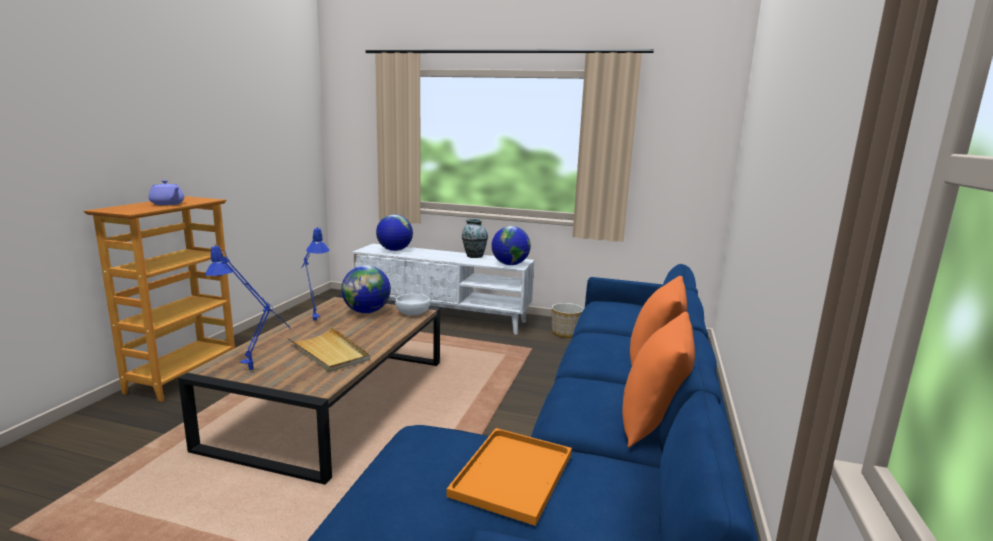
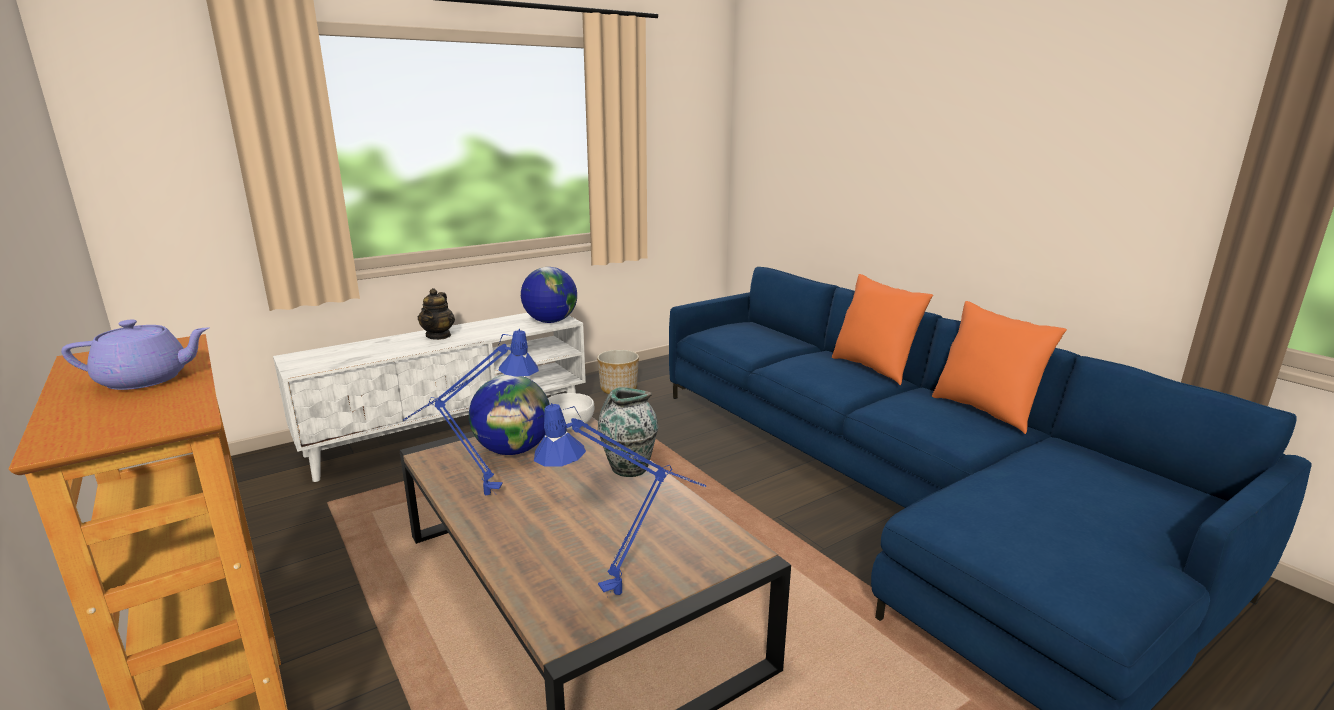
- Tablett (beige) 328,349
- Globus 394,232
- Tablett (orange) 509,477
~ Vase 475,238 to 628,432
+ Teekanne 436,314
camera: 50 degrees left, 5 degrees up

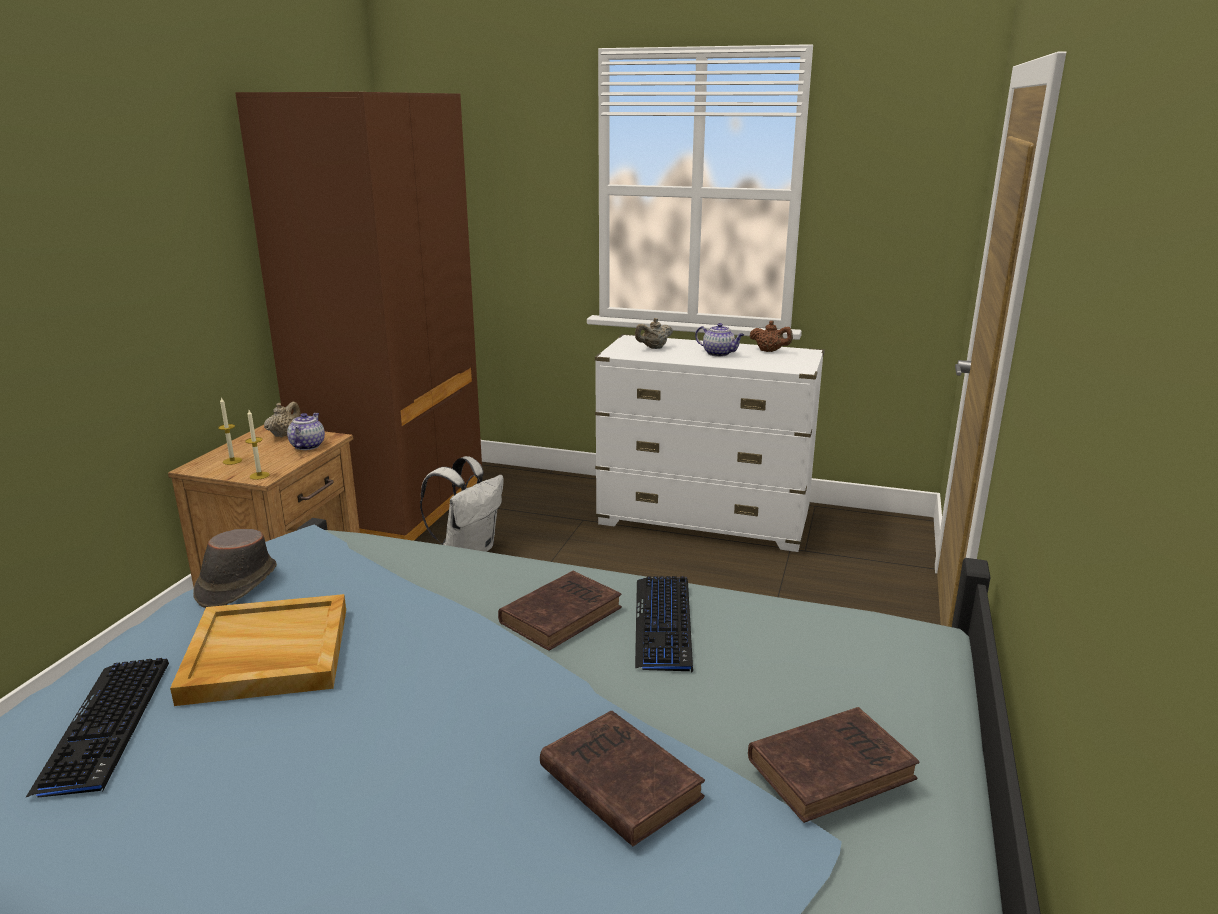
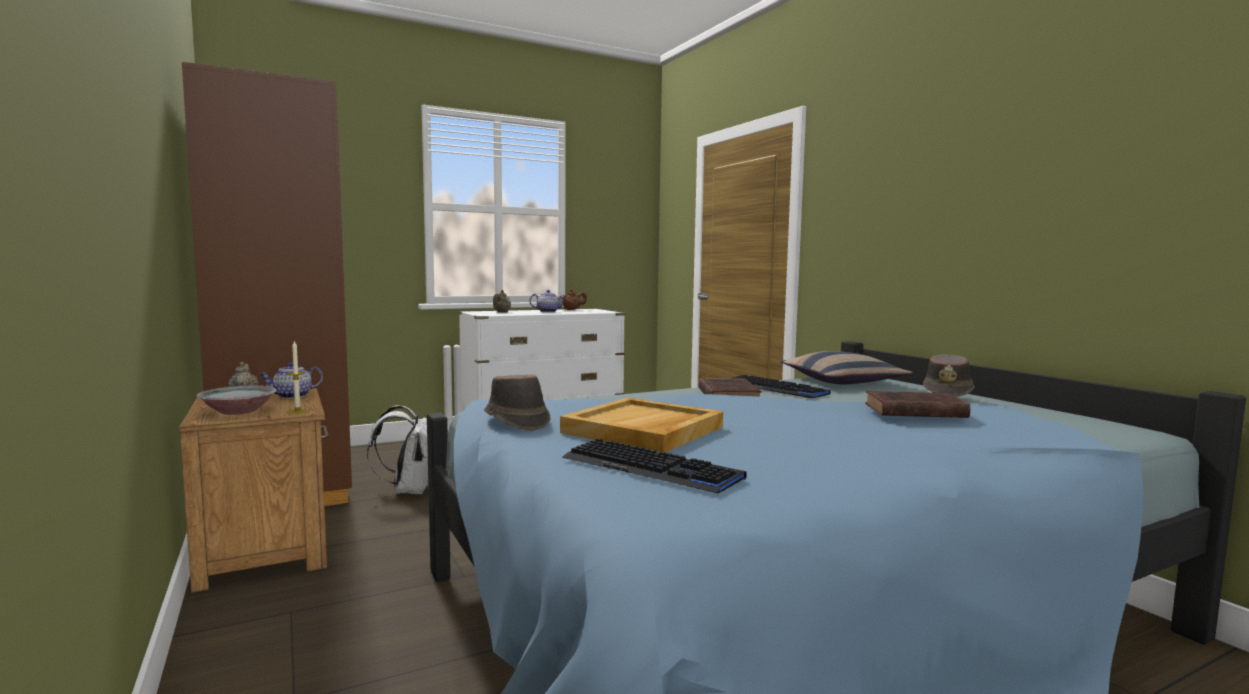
~ Kerze 230,431 to Schüssel 236,400
~ Teekanne 306,431 = 291,380 90 degrees counterclockwise
~ Buch (braun) 834,765 to Hut (braun) 949,375
+ Kissen 846,367
camera: 45 degrees left, 15 degrees down

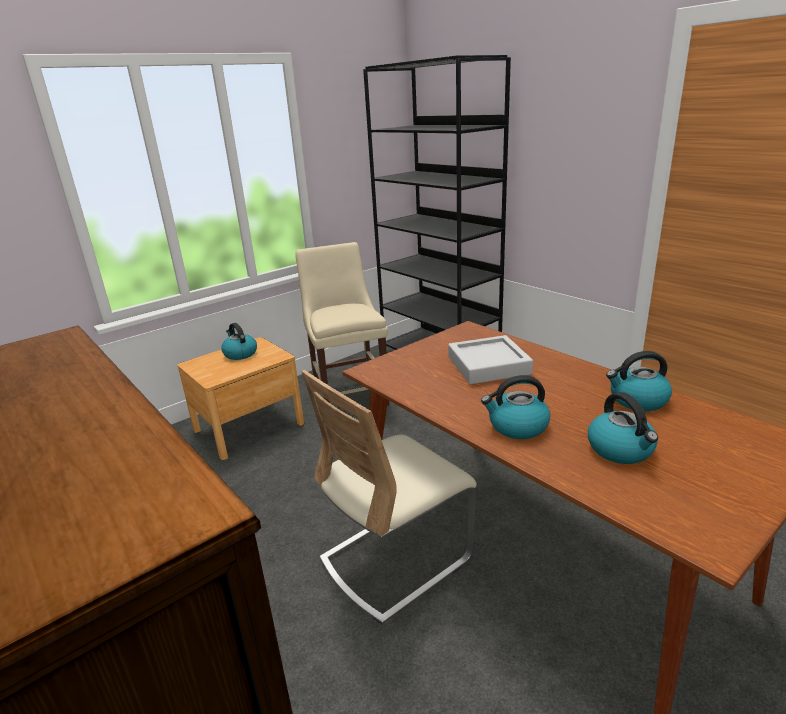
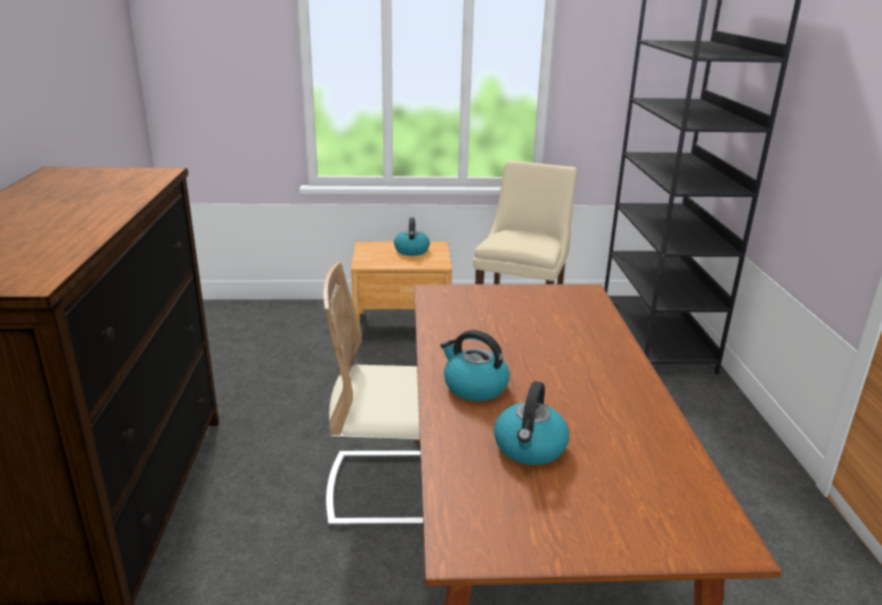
- Tablett (grau) 490,359
- Wasserkessel 639,381
camera: 35 degrees right, 0 degrees up

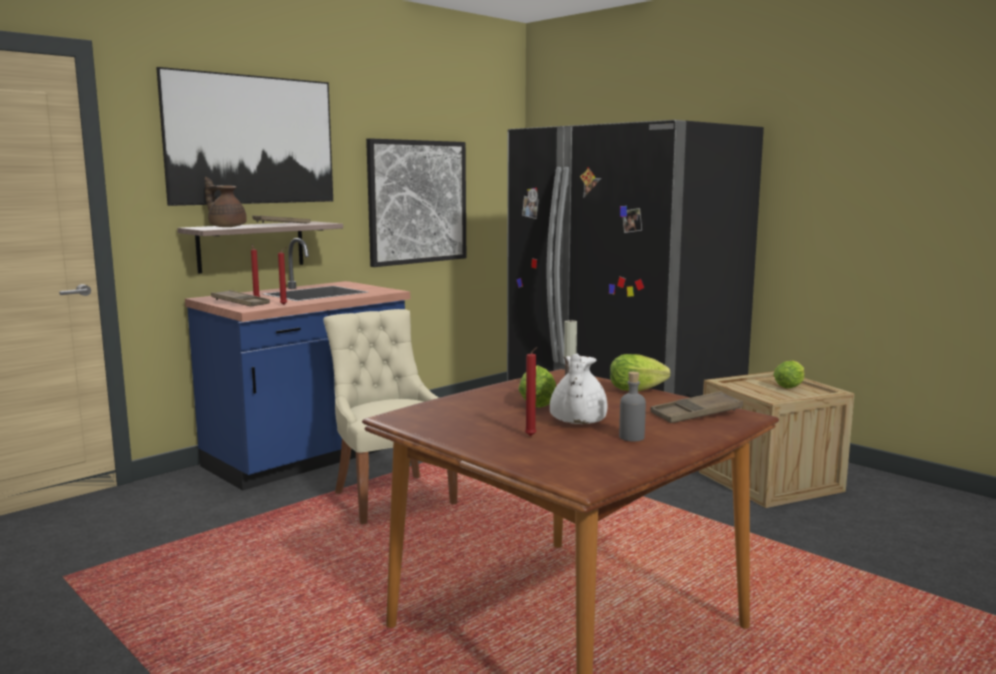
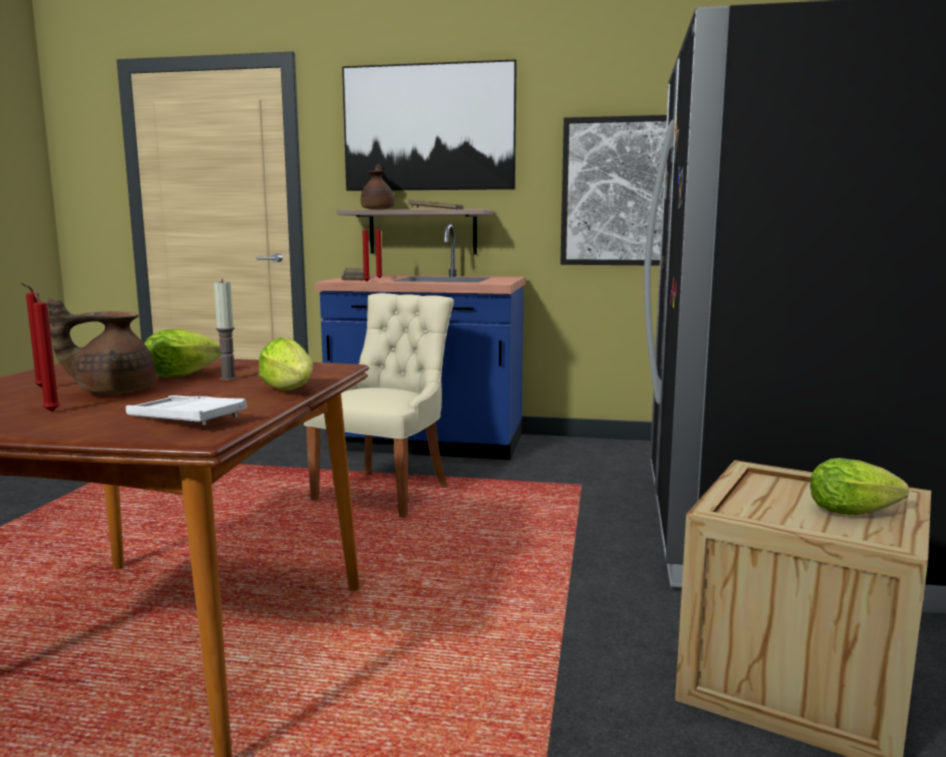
~ Teekanne (weiß) 579,389 to Teekanne (braun) 101,346
~ Flasche (grau) 632,406 to Kerze (rot) 46,351
~ Tablett (braun) 697,407 to Tablett (weiß) 186,410
camera: 55 degrees right, 0 degrees up

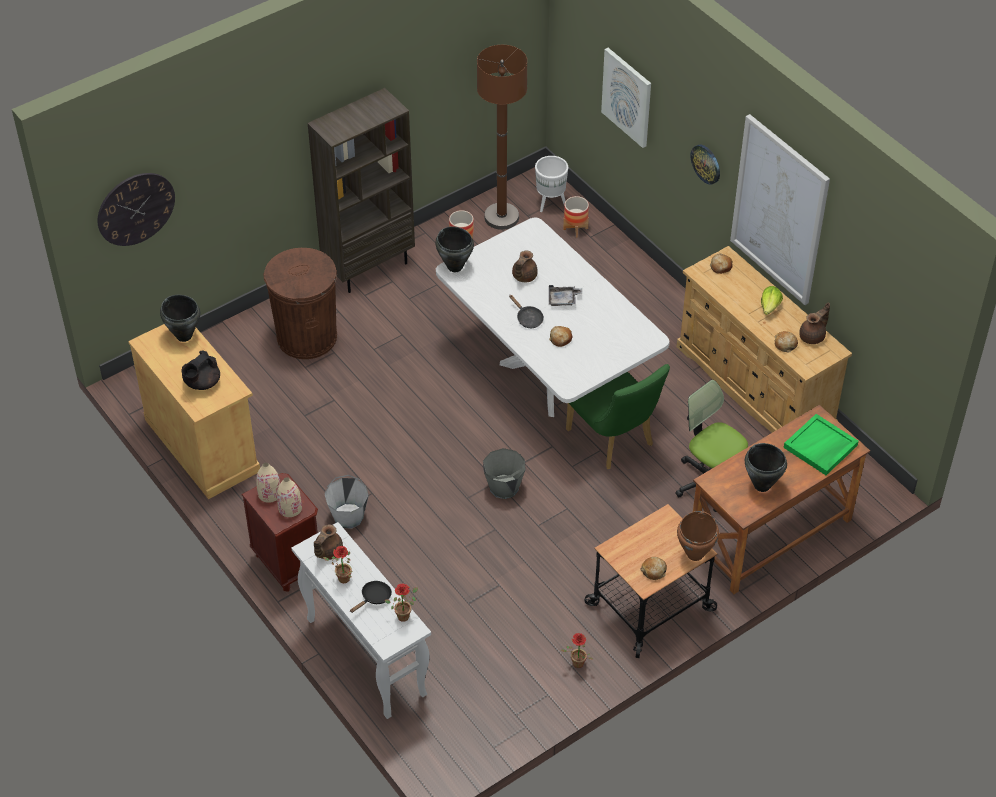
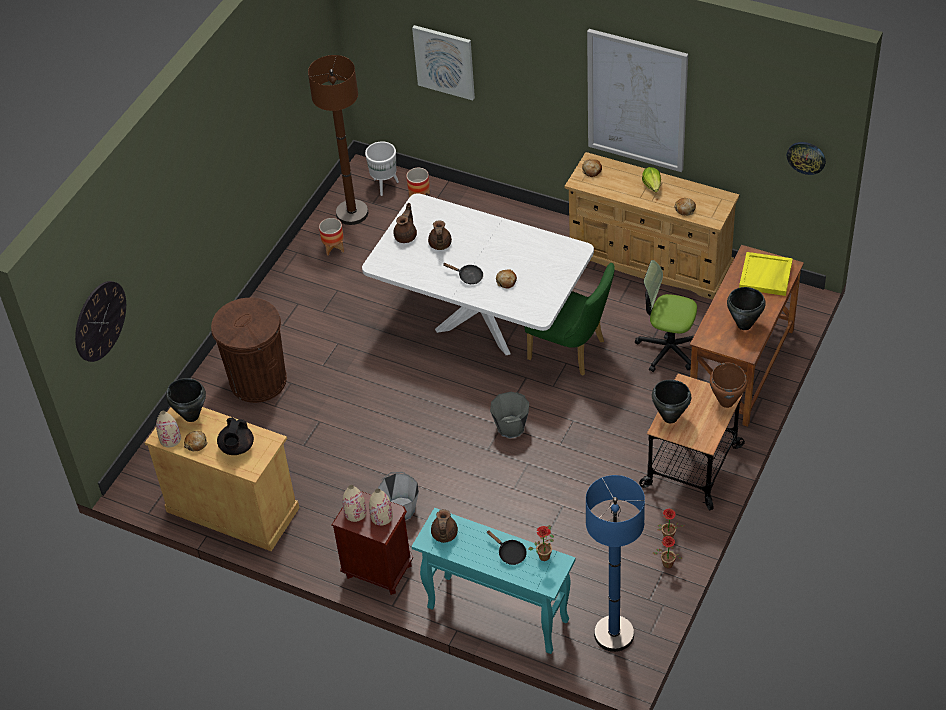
~ Konsolentisch (weiß) 361,620 to Konsolentisch (türkis) 494,581
- Bücherregal (braun) 361,190
~ Topfpflanze 338,564 to 667,552
~ Pfanne (schwarz) 371,597 = 507,547 120 degrees clockwise
~ Kochtopf (schwarz) 454,249 to 671,401
- Tablett (grau) 565,295
~ Brot 653,568 to 196,441
~ Wanduhr 705,165 to 806,158
~ Tablett (grün) 821,444 to Tablett (gelb) 766,274
~ Teekanne (braun) 814,323 to 405,223
+ Vase (beige) 168,429
+ Stehlampe (blau) 615,563
camera: 25 degrees left, 0 degrees up

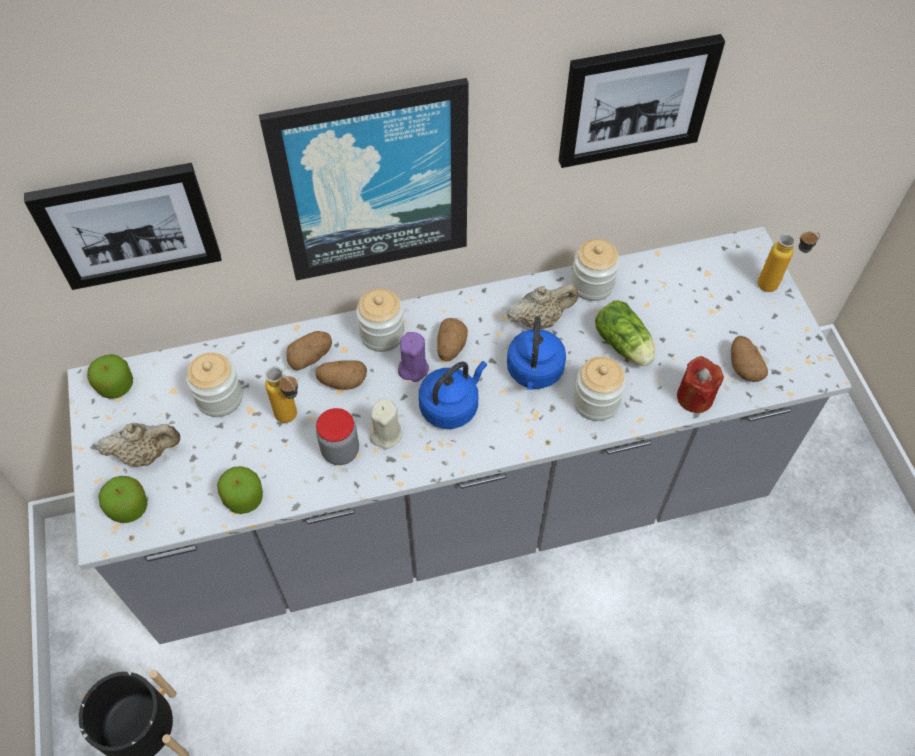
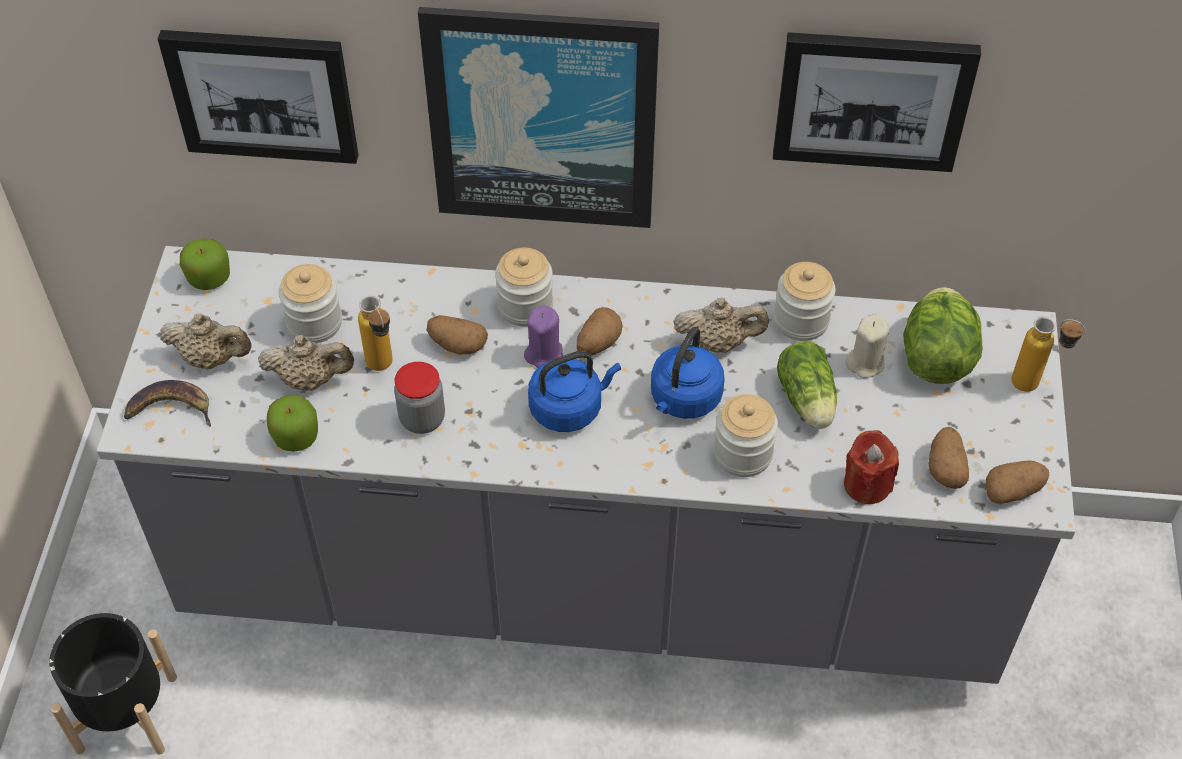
~ Apfel 123,499 to Banane 167,403
~ Kartoffel 309,350 to 1017,482
~ Kerze (beige) 386,423 to 867,346
+ Teekanne (beige) 306,363
+ Salatkopf 942,335
camera: 20 degrees right, 5 degrees down

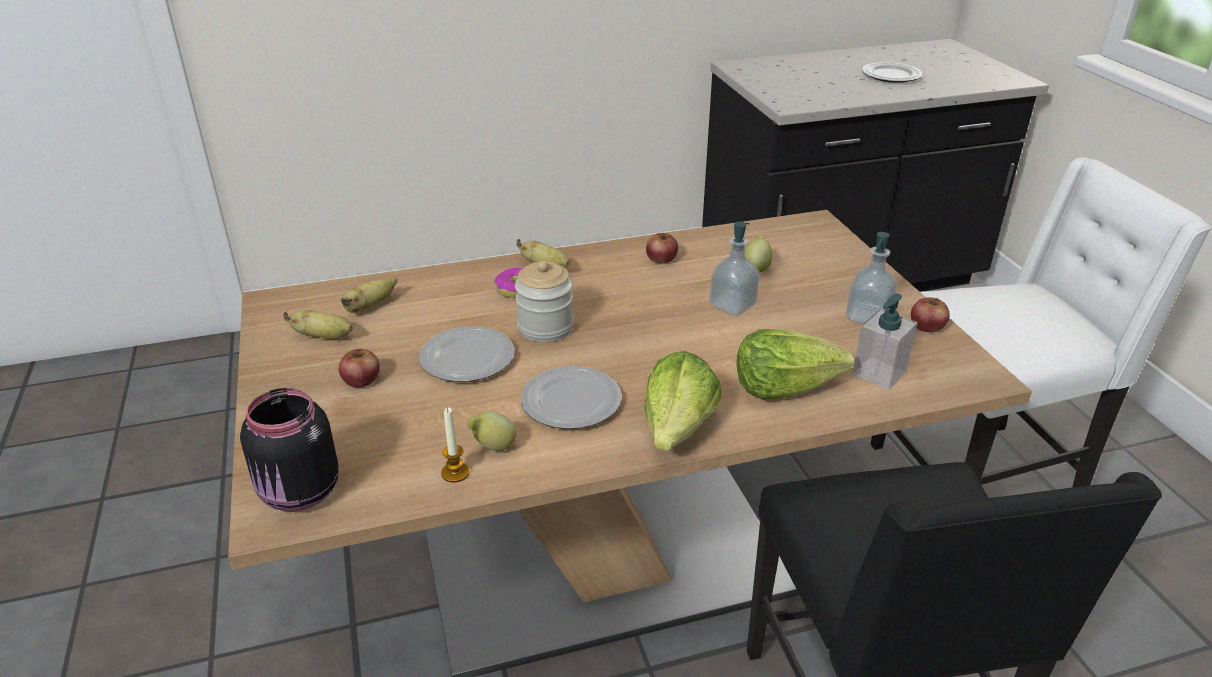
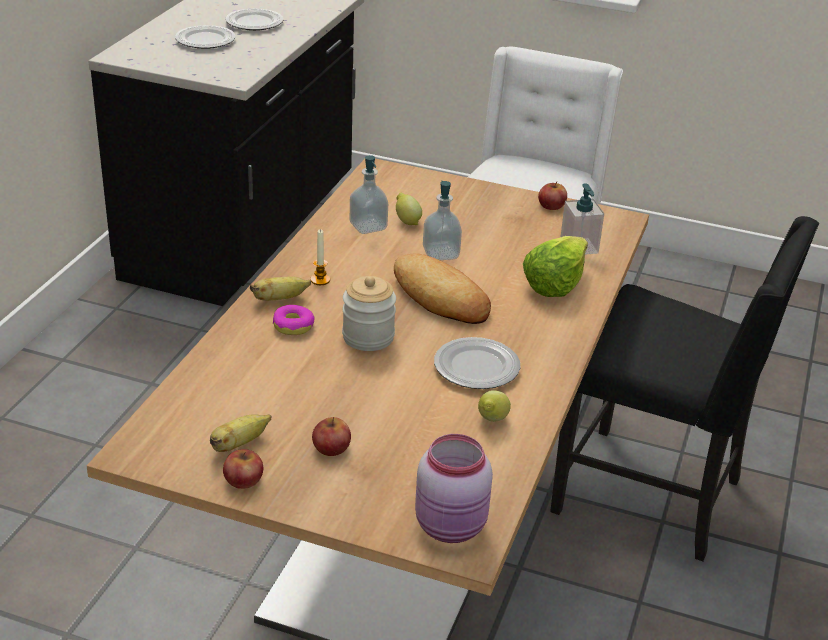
~ Vorratsglas (schwarz) 289,450 to Vorratsglas (rosa) 454,488
- Banane 369,295
~ Teller 467,354 to 205,37
~ Kerze 455,445 to 320,257
- Salatkopf 683,401
~ Apfel 662,248 to 243,469
~ Seifenspender 871,278 to 369,194
+ Brot 442,288
camera: 55 degrees left, 0 degrees up

